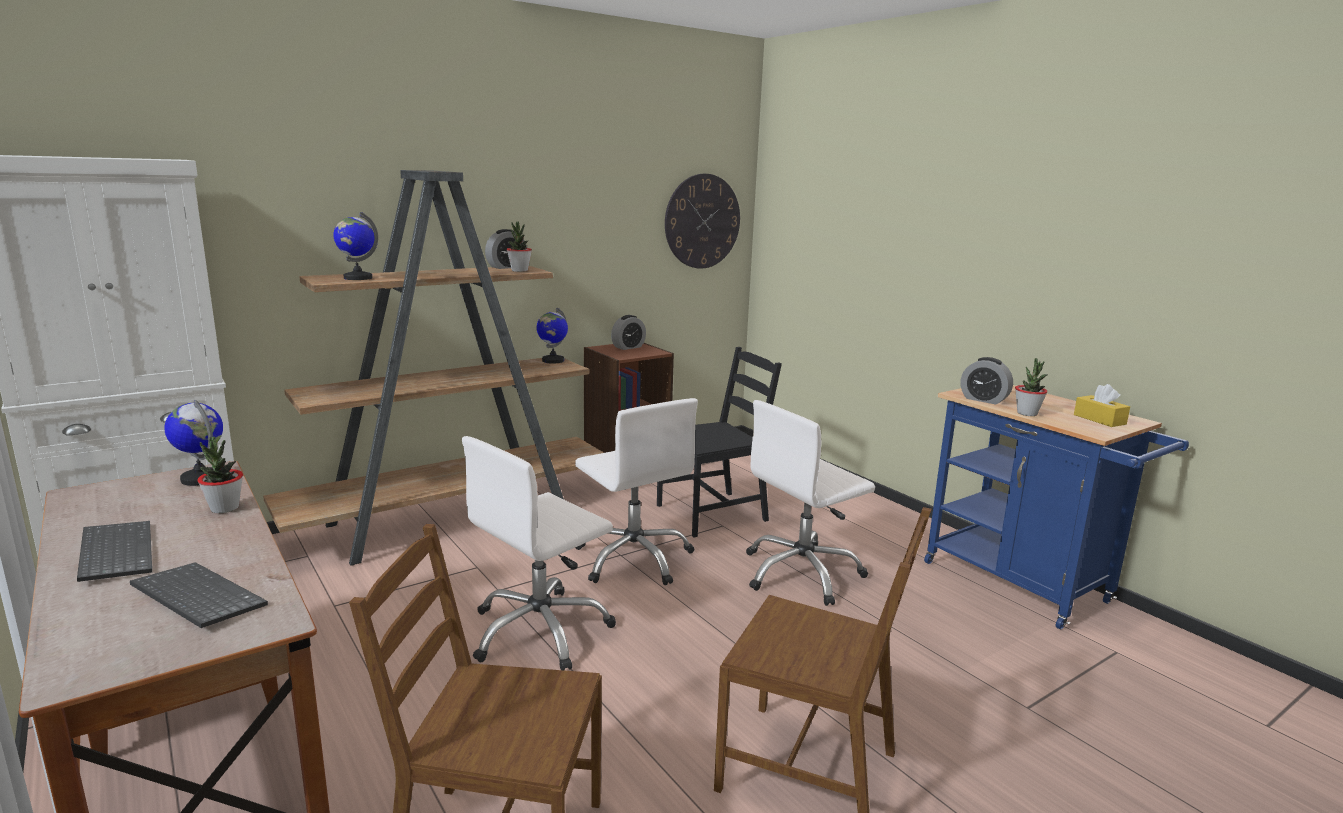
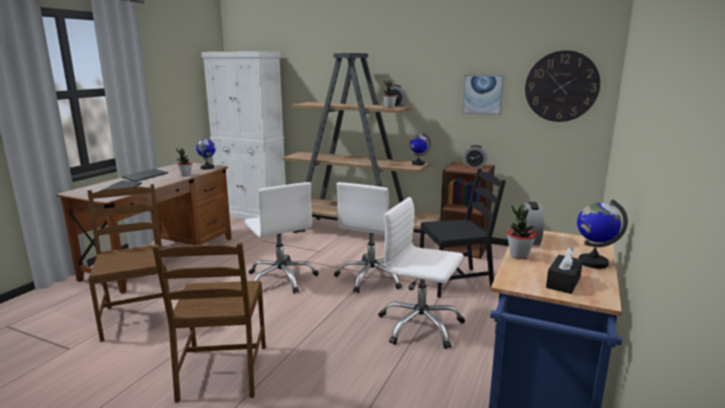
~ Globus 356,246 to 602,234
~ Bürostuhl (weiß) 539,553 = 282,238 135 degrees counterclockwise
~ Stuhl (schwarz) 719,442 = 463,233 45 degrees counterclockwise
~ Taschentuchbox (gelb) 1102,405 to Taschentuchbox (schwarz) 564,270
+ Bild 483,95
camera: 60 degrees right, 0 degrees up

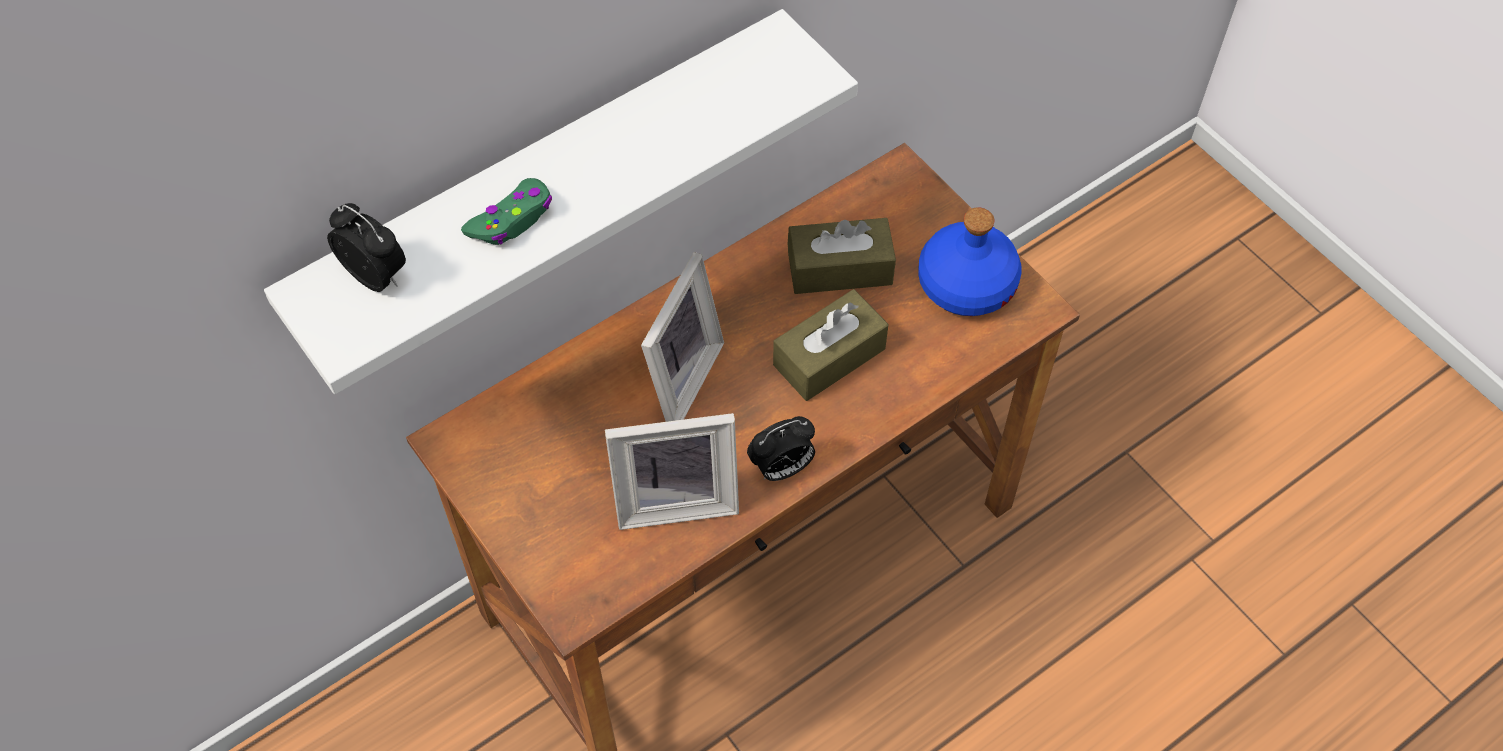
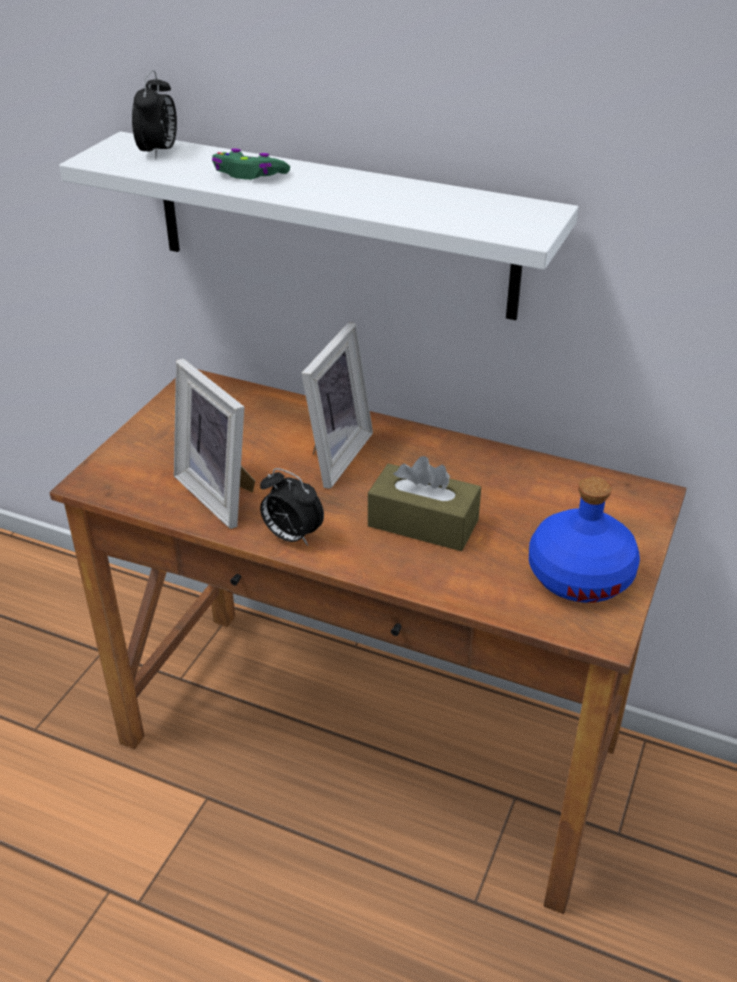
~ Bilderrahmen 682,337 = 337,405 60 degrees counterclockwise
- Taschentuchbox (braun) 841,256
camera: 60 degrees right, 20 degrees down

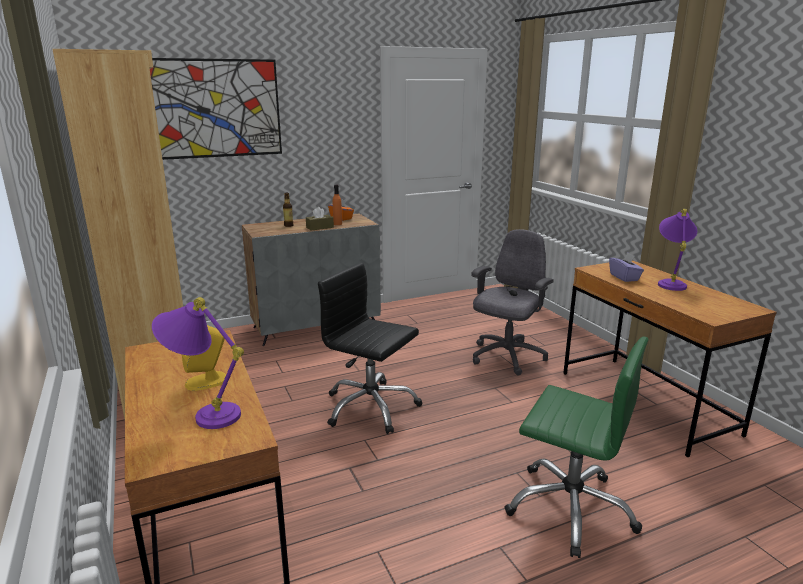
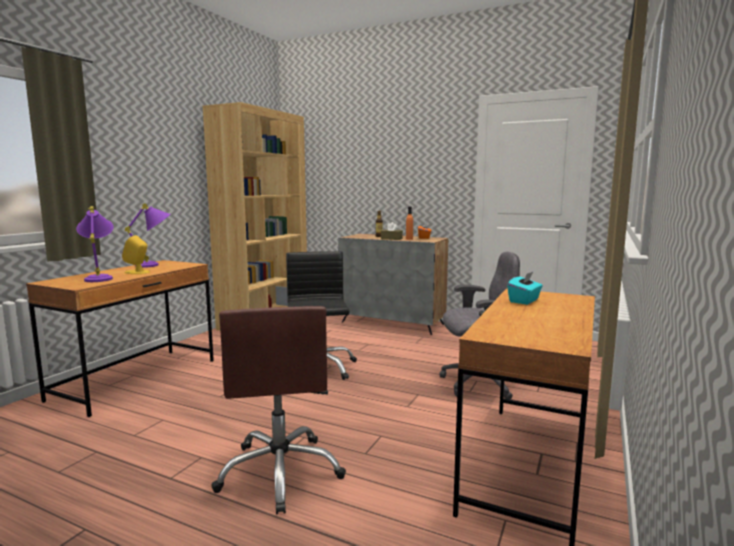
- Bild 216,109
~ Bürostuhl (grün) 576,447 to Bürostuhl (braun) 278,410
~ Taschentuchbox (lila) 626,267 to Taschentuchbox (türkis) 525,288
~ Tischlampe (lila) 677,250 to 147,235
camera: 50 degrees right, 10 degrees down

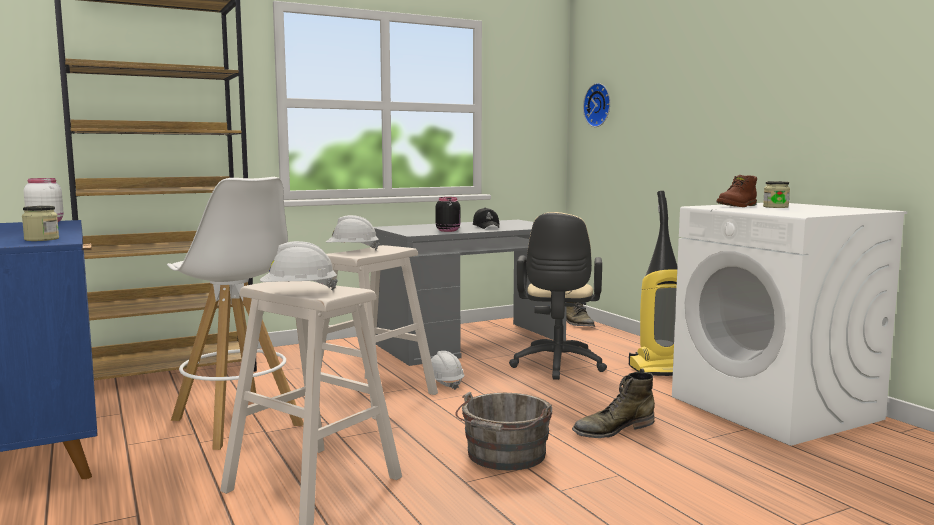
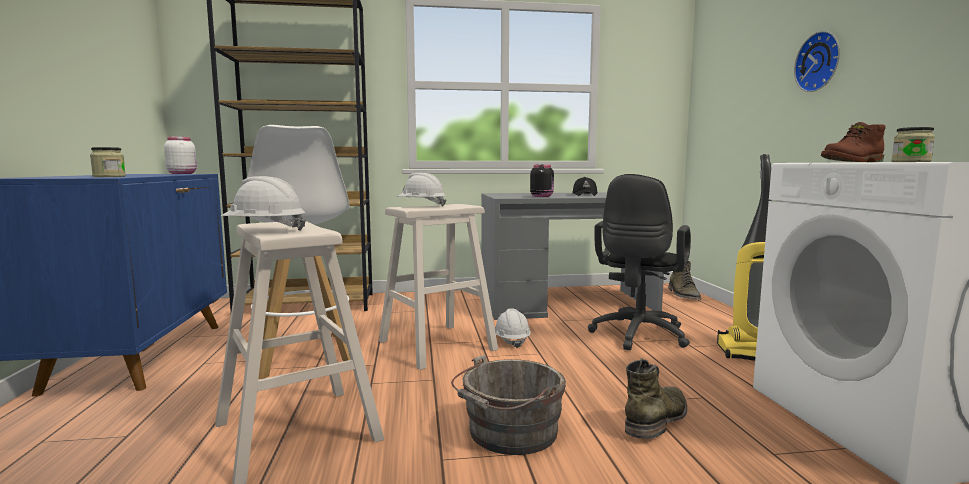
~ Bürostuhl (beige) 558,296 to Bürostuhl (schwarz) 639,262
~ Stiefel (grün) 613,405 = 656,398 135 degrees clockwise
~ Wanduhr 596,105 to 817,61
camera: 20 degrees right, 0 degrees up

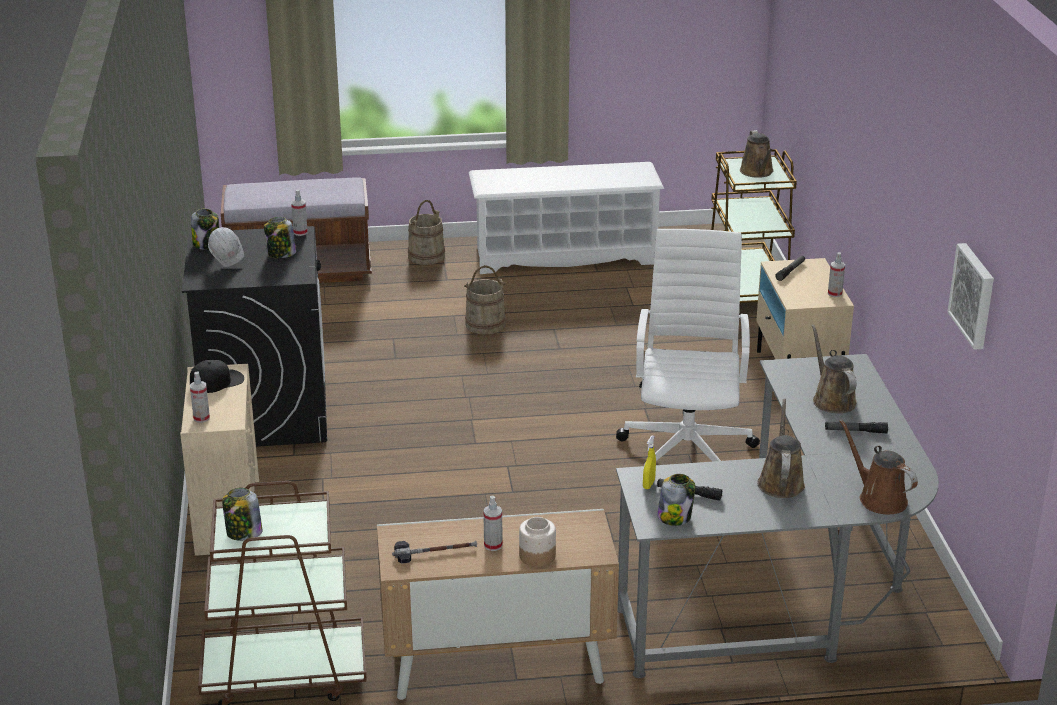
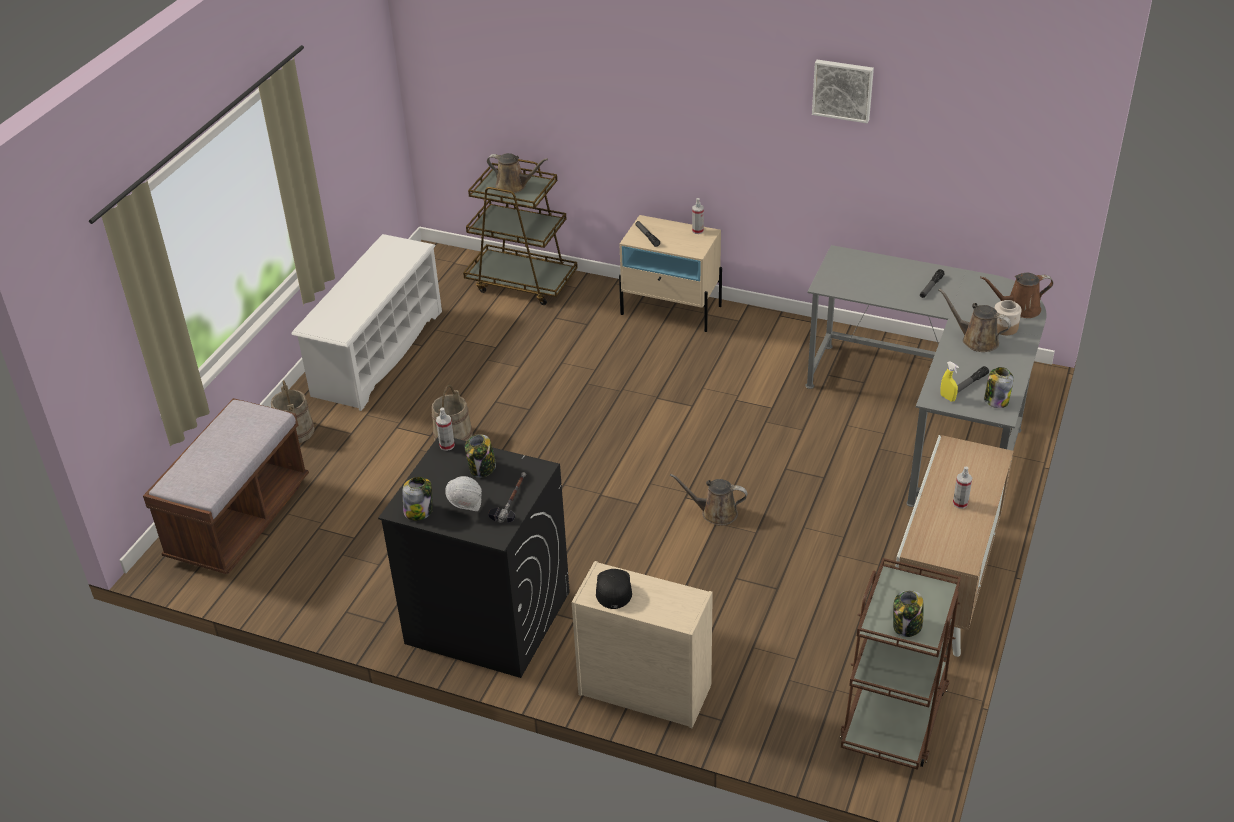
- Sprühflasche 200,397
~ Hammer 434,552 to 507,497
~ Vorratsglas 537,542 to 1007,317
- Bürostuhl (weiß) 688,347
~ Gießkanne (braun) 834,368 to 708,500
~ Bild 970,296 to 843,91
camera: 60 degrees left, 10 degrees up

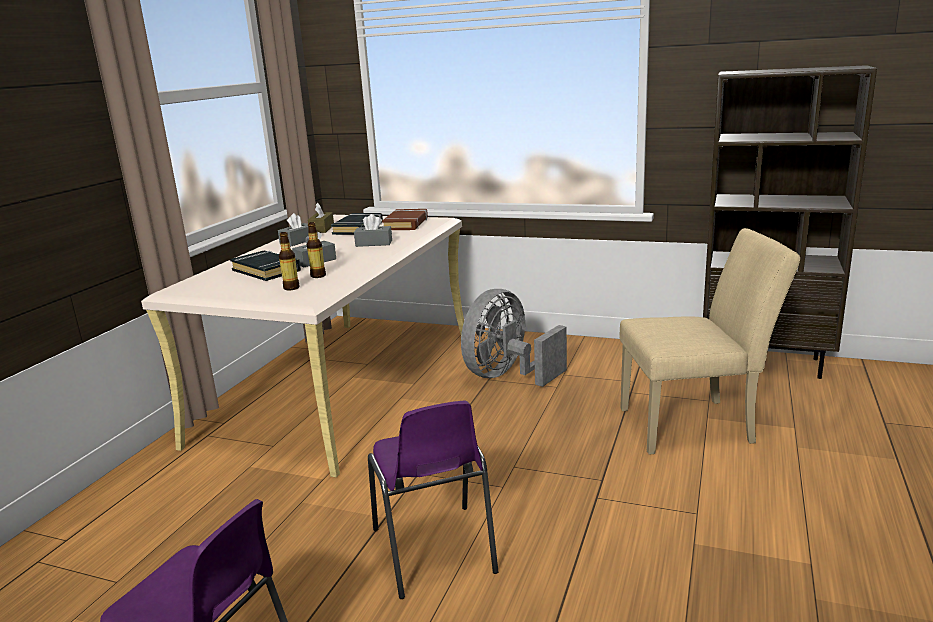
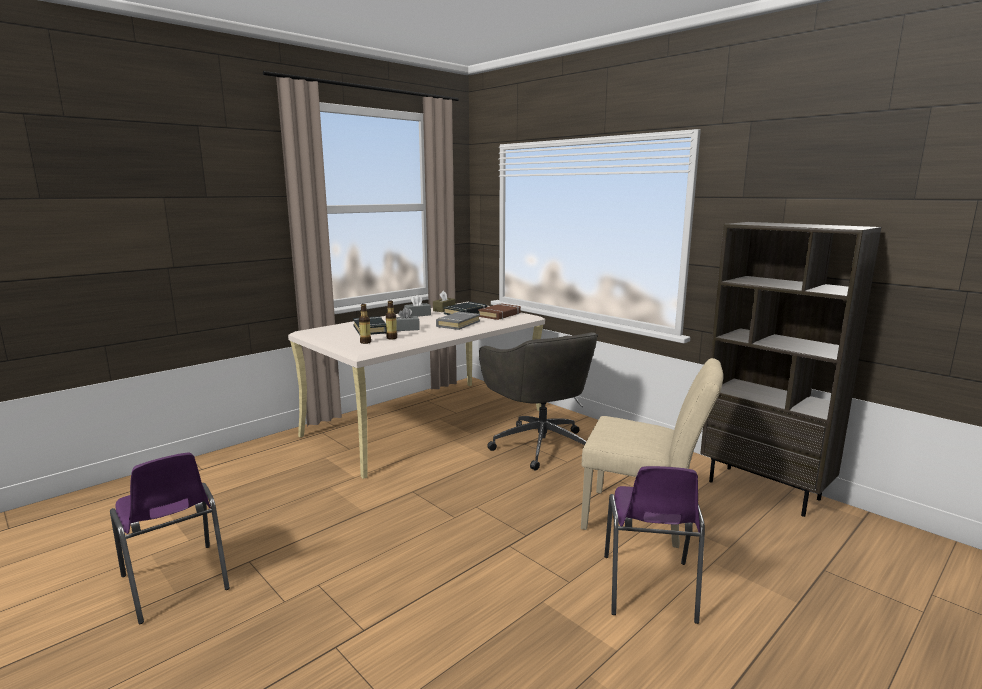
~ Taschentuchbox (grau) 373,230 to Buch (grau) 458,321
~ Stuhl (lila) 433,500 to 654,545
~ Ventilator (grau) 514,338 to Bürostuhl (grau) 538,401
camera: 25 degrees right, 5 degrees down

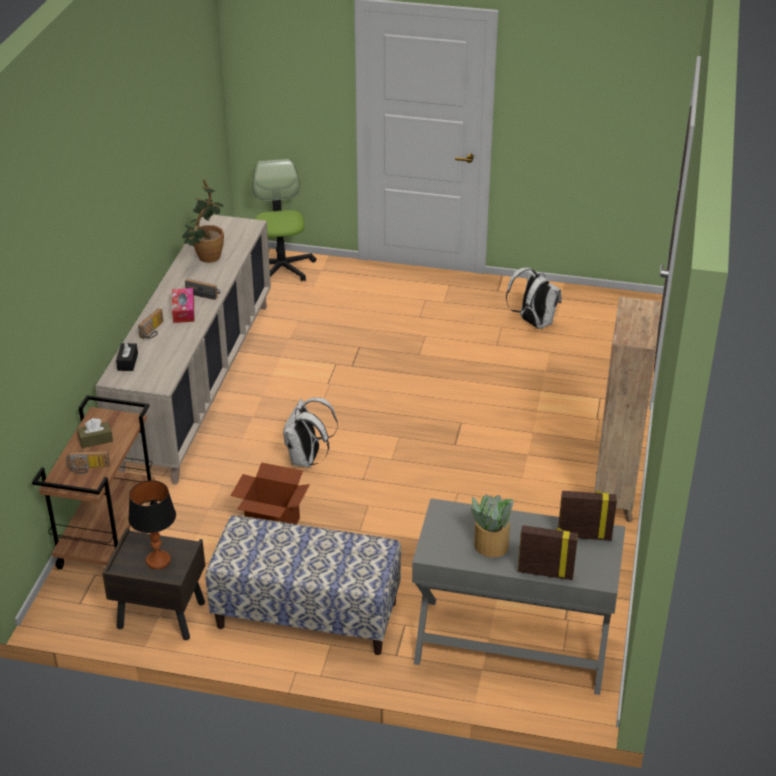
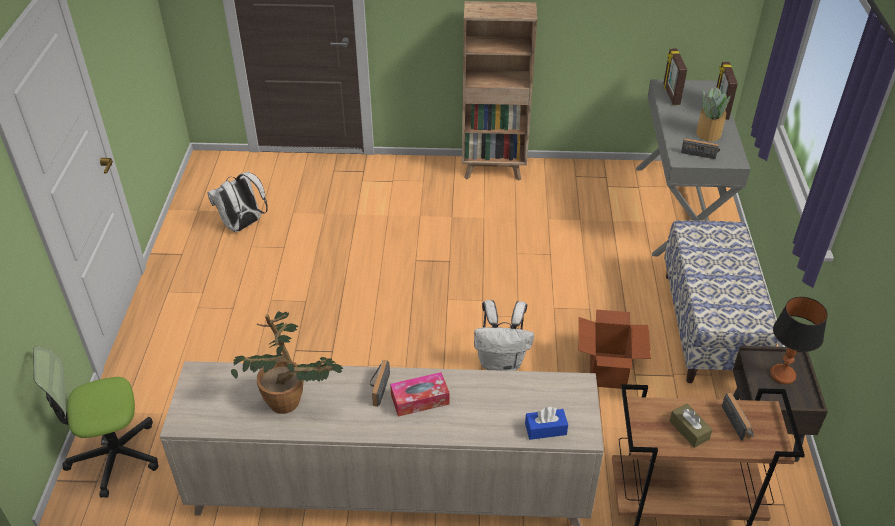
~ Taschentuchbox (schwarz) 127,355 to Taschentuchbox (blau) 546,423
~ Radio 150,323 to 700,148
camera: 100 degrees left, 5 degrees up

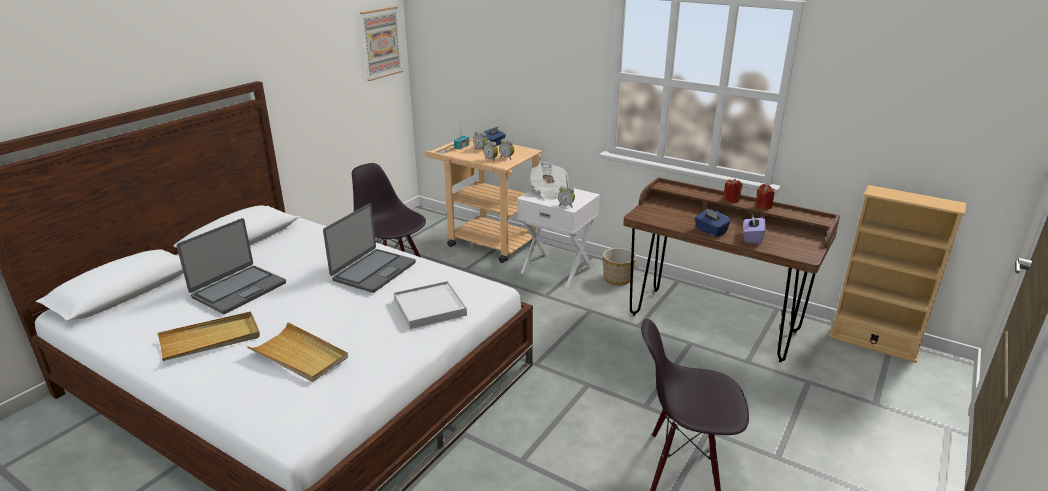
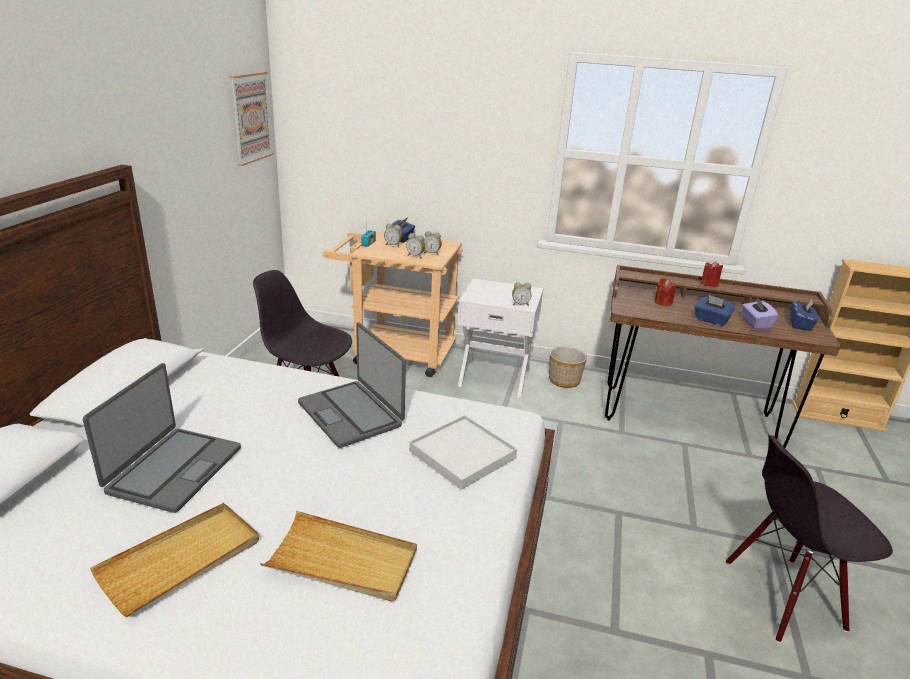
~ Laptop 369,248 = 352,385 135 degrees clockwise
- Zeitung 549,181
~ Kerze (rot) 765,197 to 665,292
+ Taschentuchbox (blau) 804,315
camera: 20 degrees left, 0 degrees up

